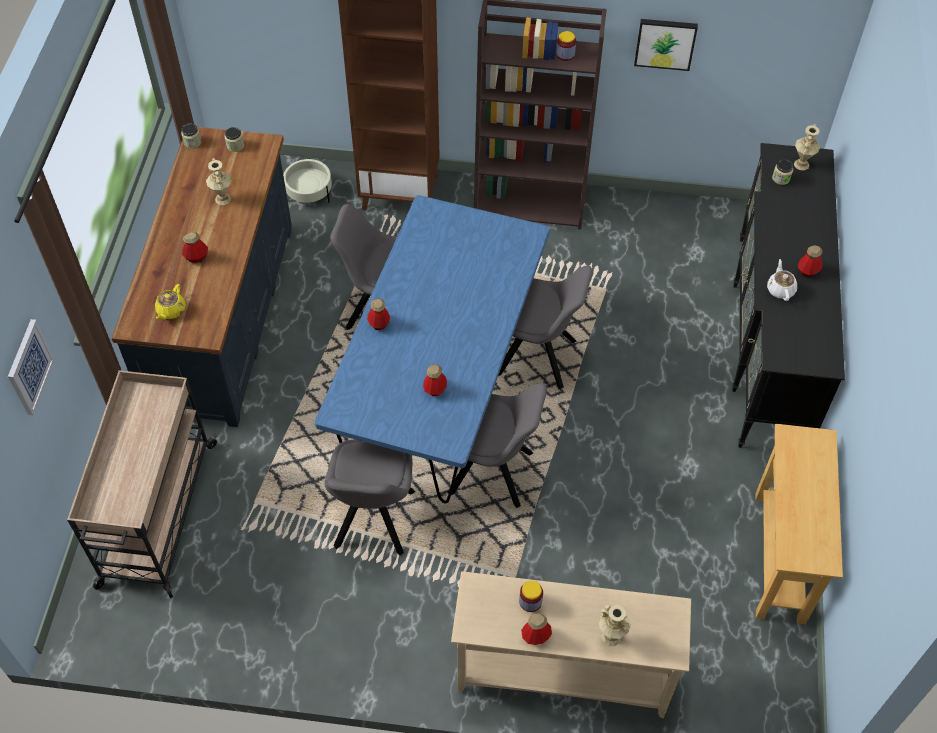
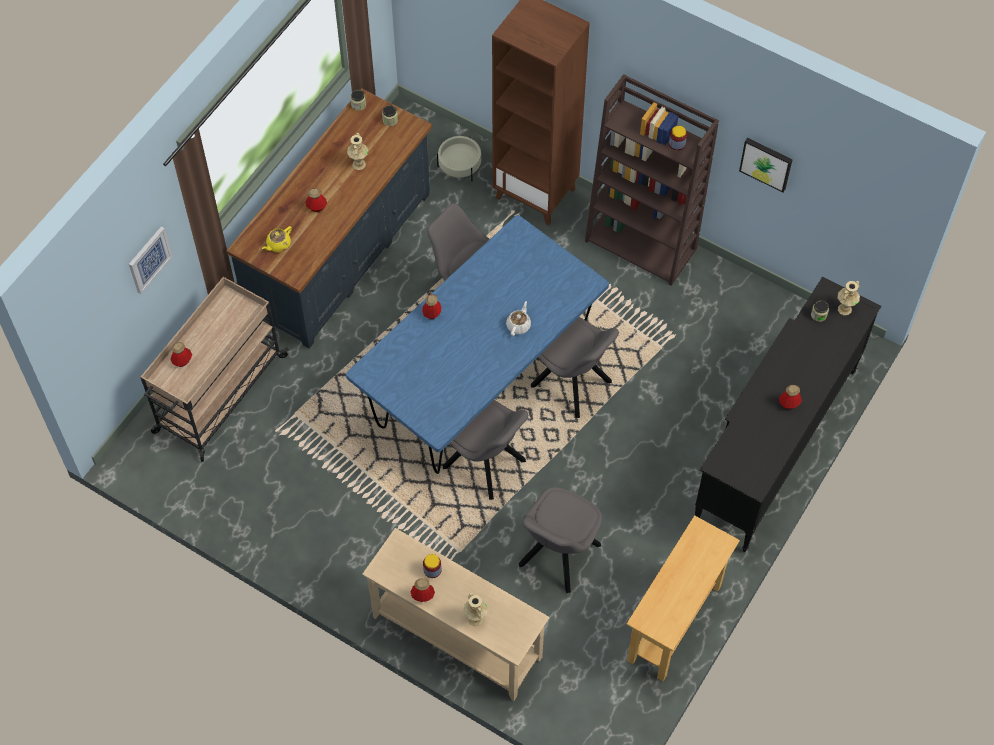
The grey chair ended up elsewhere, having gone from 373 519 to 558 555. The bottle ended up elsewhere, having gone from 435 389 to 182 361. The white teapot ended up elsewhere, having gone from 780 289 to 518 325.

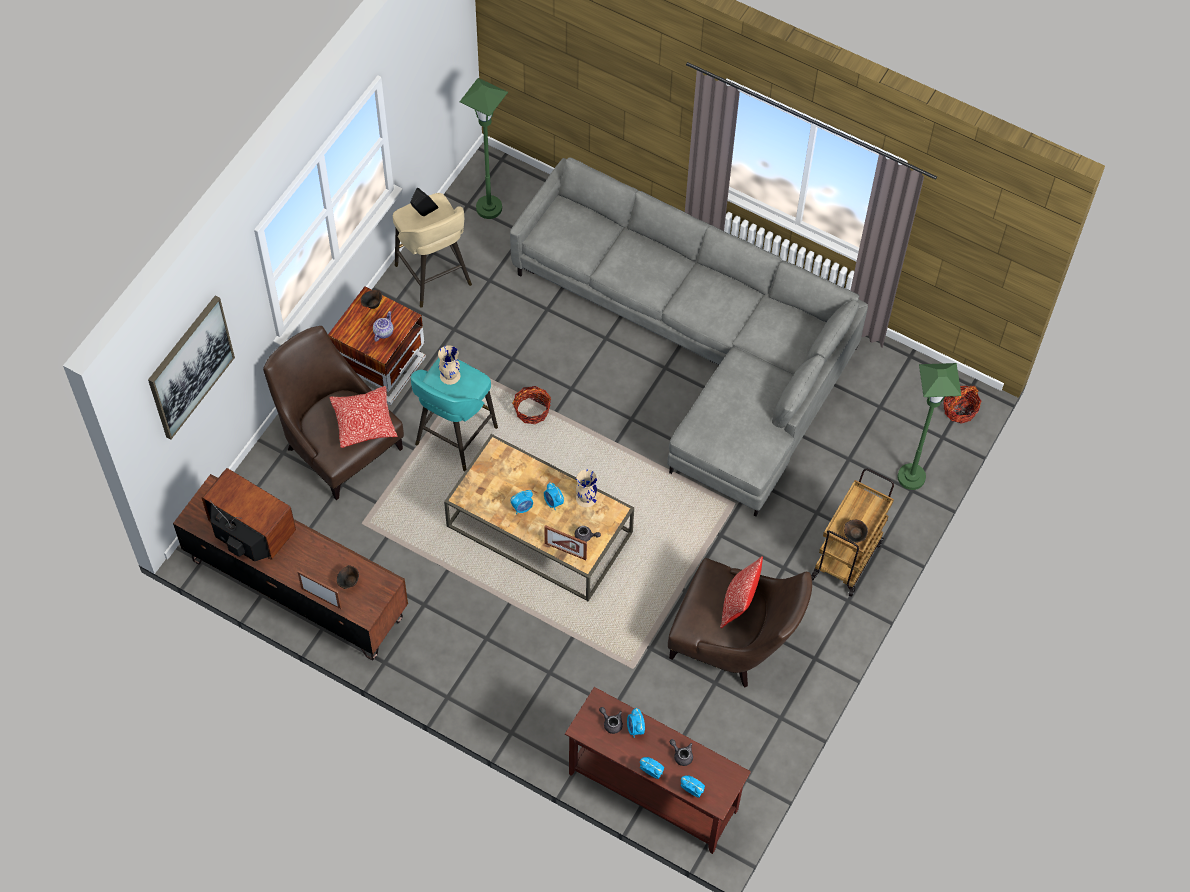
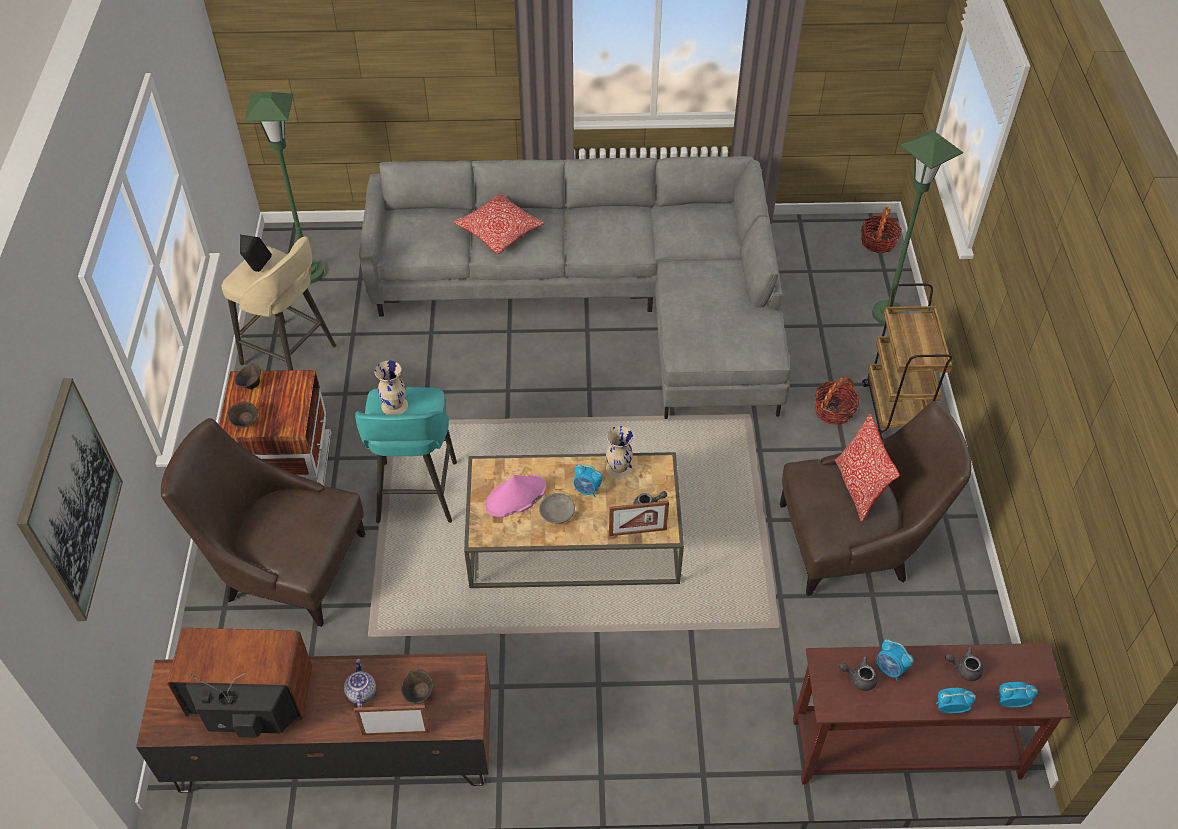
The second view gained the pink hat at 515 497. The pillow ended up elsewhere, having gone from 364 422 to 499 231. The teapot ended up elsewhere, having gone from 383 332 to 360 693. The basket ended up elsewhere, having gone from 532 410 to 834 410. The brown bowl ended up elsewhere, having gone from 855 535 to 245 422. Where the alarm clock stood at 522 507, the grey bowl came to stand at 557 512.

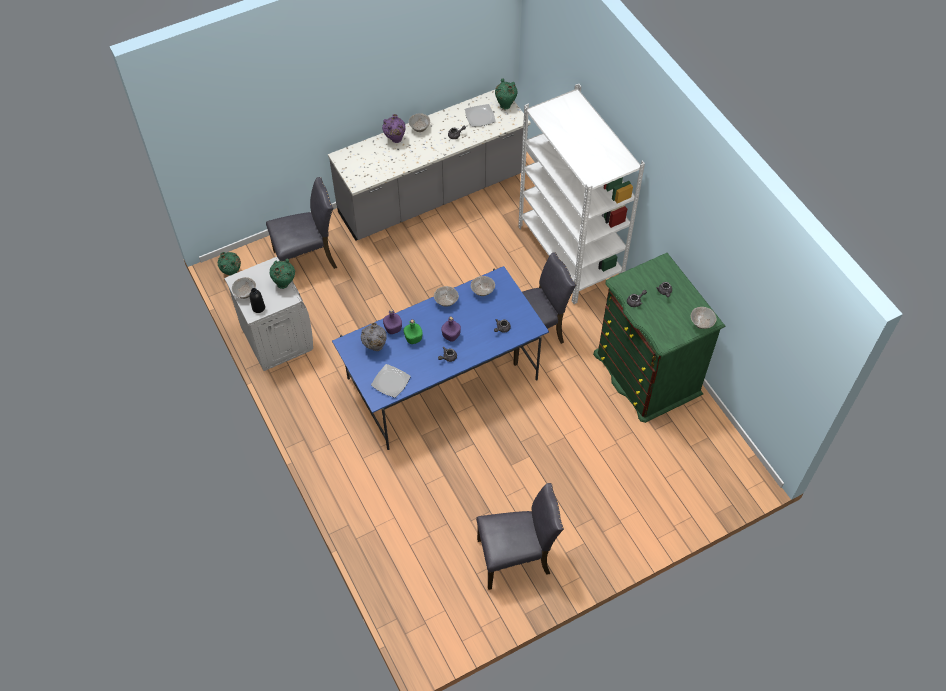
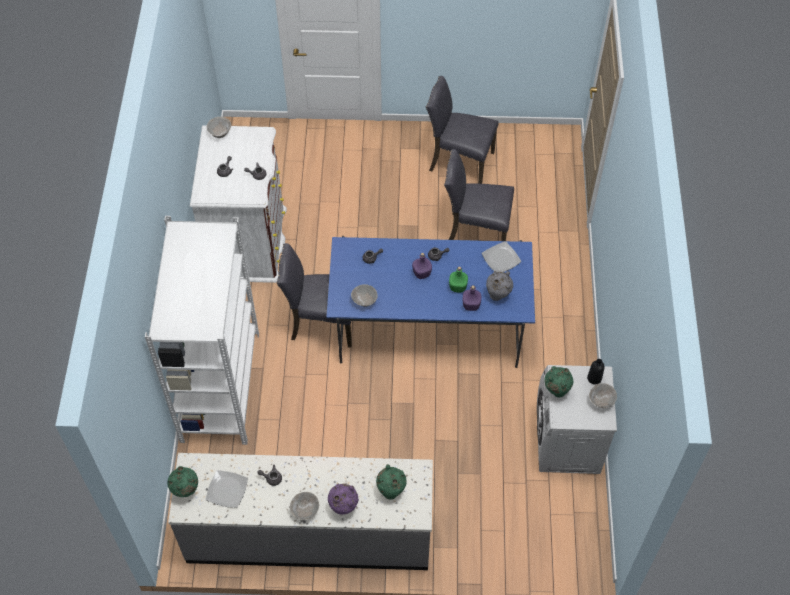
The second view lost the grey bowl at 446 301. The green vase ended up elsewhere, having gone from 232 273 to 391 491. The grey chair ended up elsewhere, having gone from 307 260 to 476 232. What was the green dresser at 647 373 turned into the white dresser at 247 241.

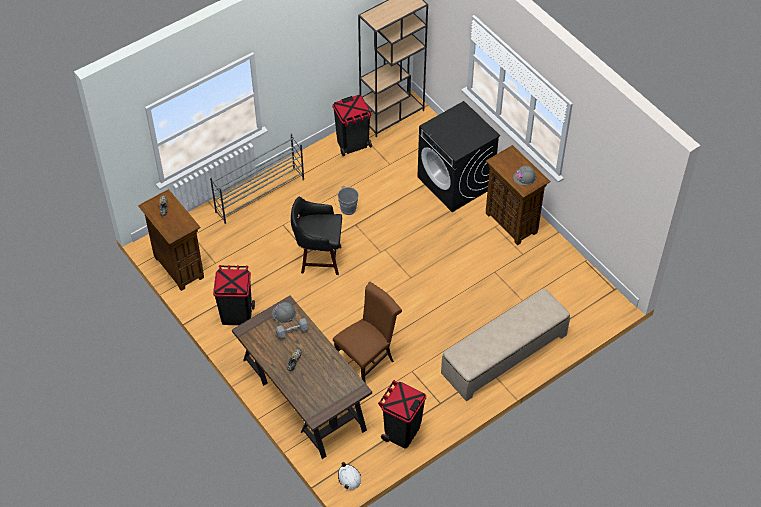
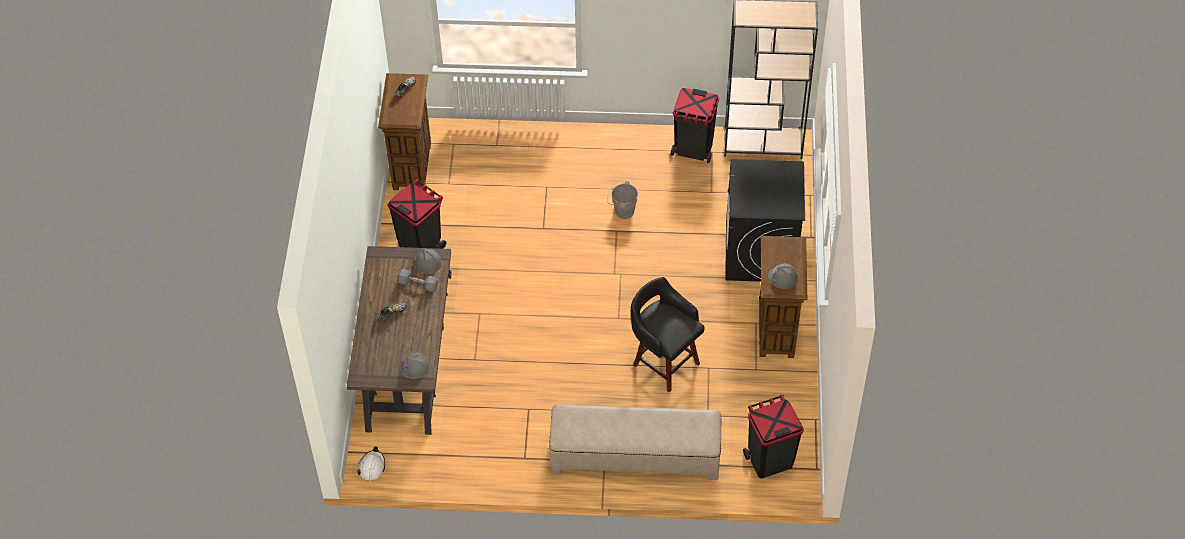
The second view lost the grey shoe rack at 260 196. The second view lost the brown chair at 367 358. The second view gained the grey hard hat at 415 367. The black stool ended up elsewhere, having gone from 319 259 to 664 362. The black trash can ended up elsewhere, having gone from 402 432 to 769 460.

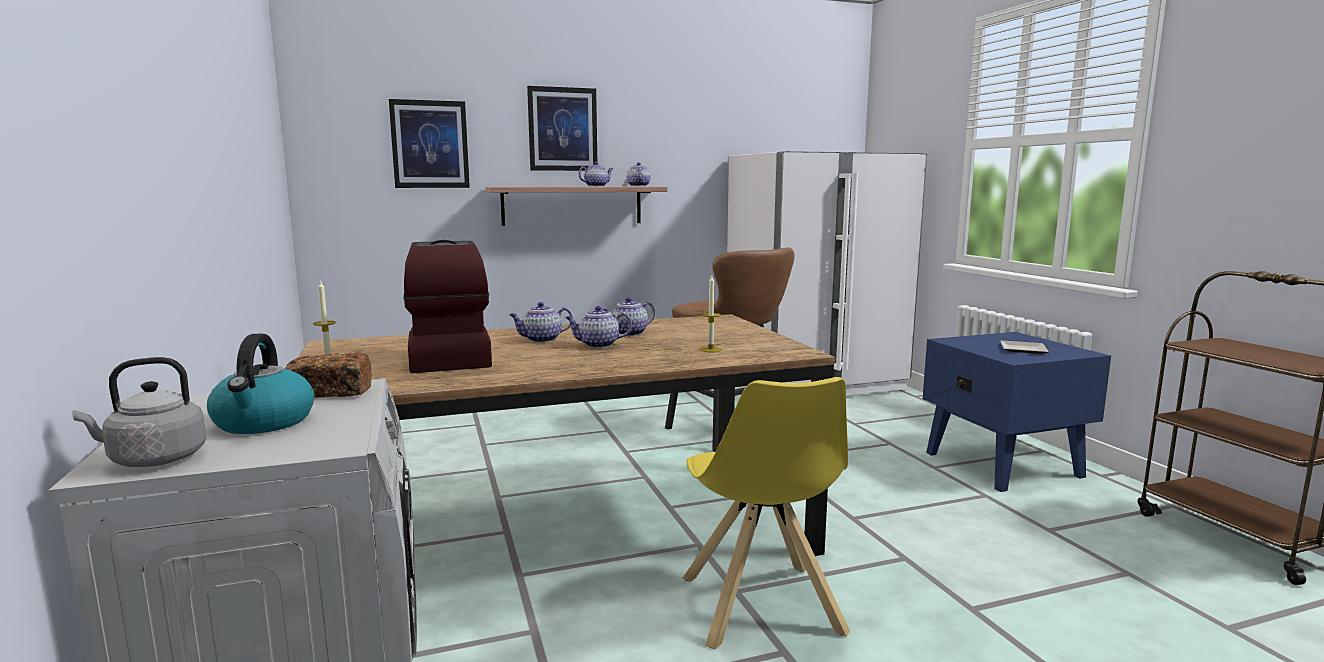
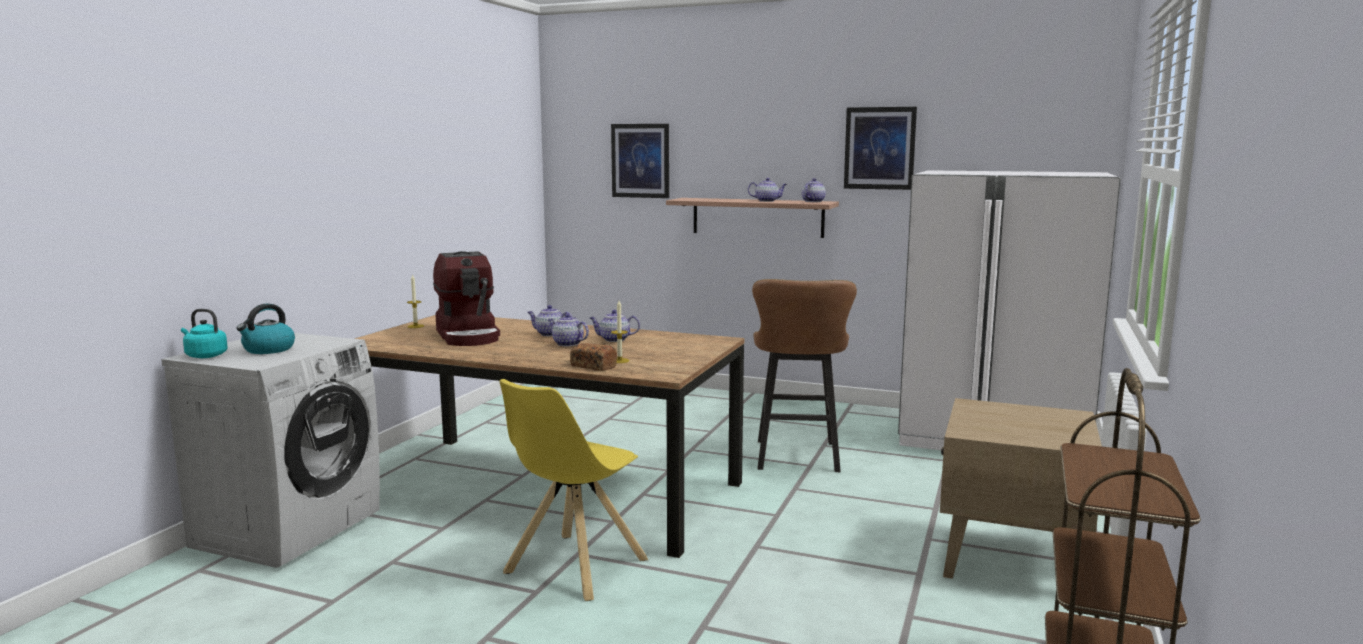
The second view lost the plate at 1021 349. The bread ended up elsewhere, having gone from 329 392 to 593 366. The picture ended up elsewhere, having gone from 562 129 to 879 148. What was the grey kettle at 153 460 turned into the turquoise kettle at 204 356. What was the blue nightstand at 1003 465 turned into the beige nightstand at 1010 561. The coffee machine at 448 357 ended up facing another way, 135 degrees clockwise from before.

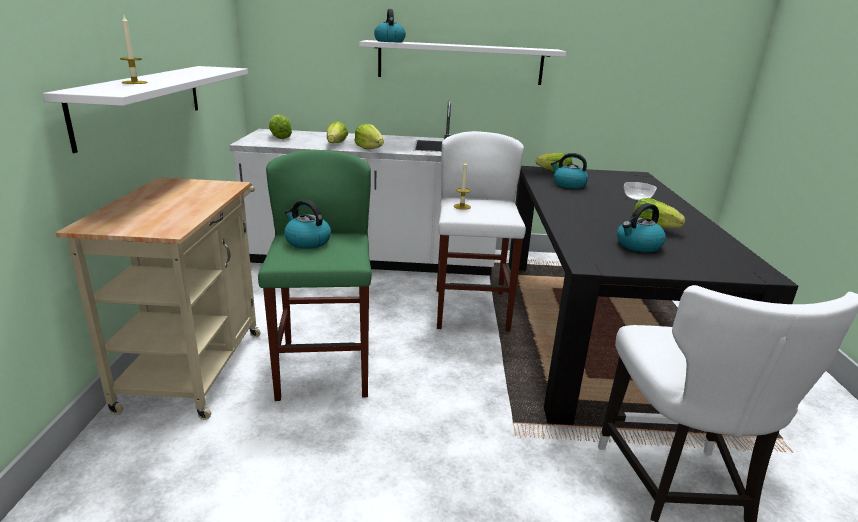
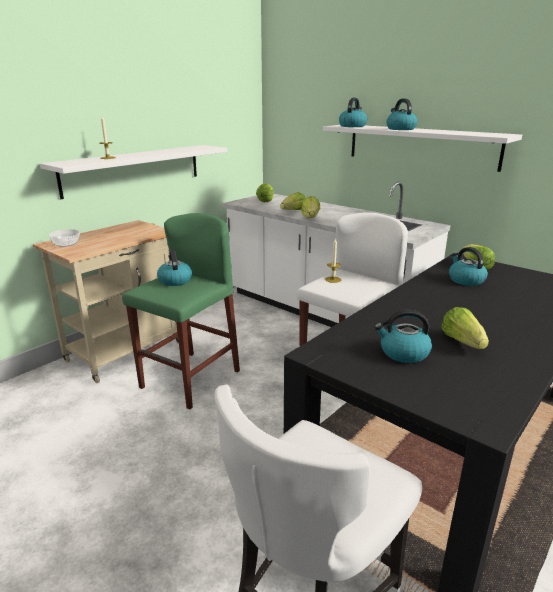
The second view gained the kettle at 400 129. The bowl ended up elsewhere, having gone from 638 198 to 66 244.

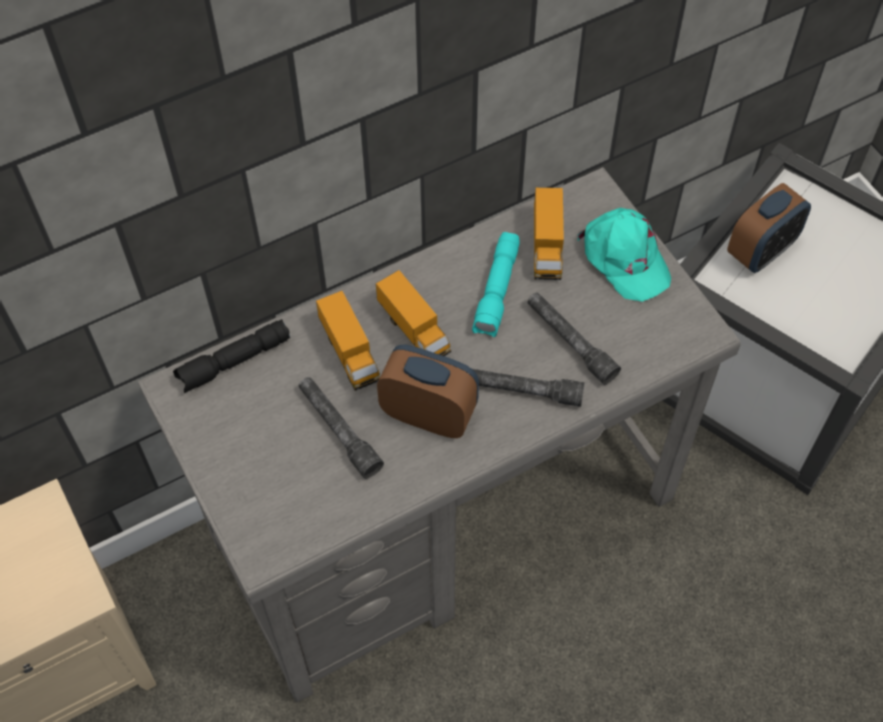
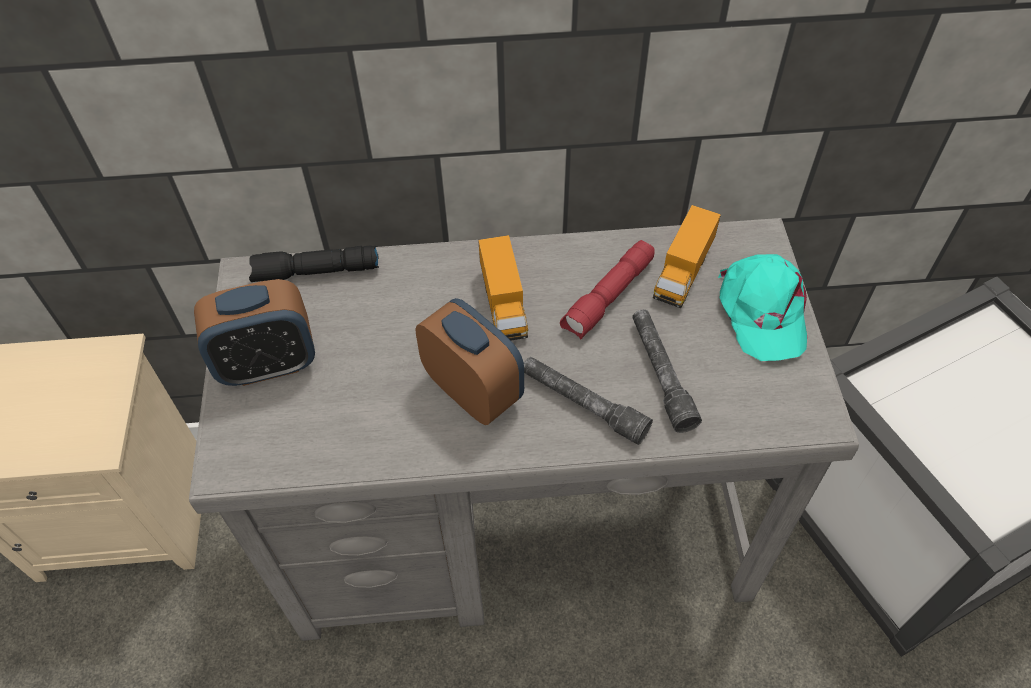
The second view lost the grey flashlight at 339 430. The second view lost the toy truck at 349 352. The alarm clock ended up elsewhere, having gone from 761 251 to 268 364. What was the turquoise flashlight at 497 292 turned into the red flashlight at 609 298.

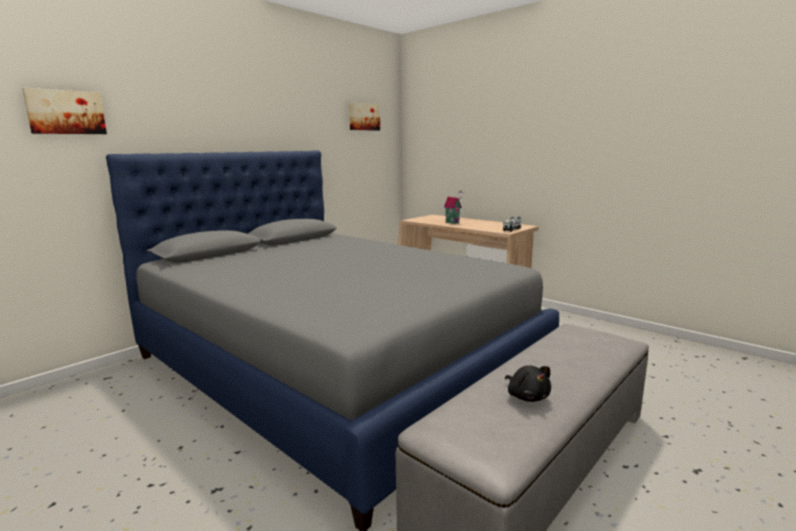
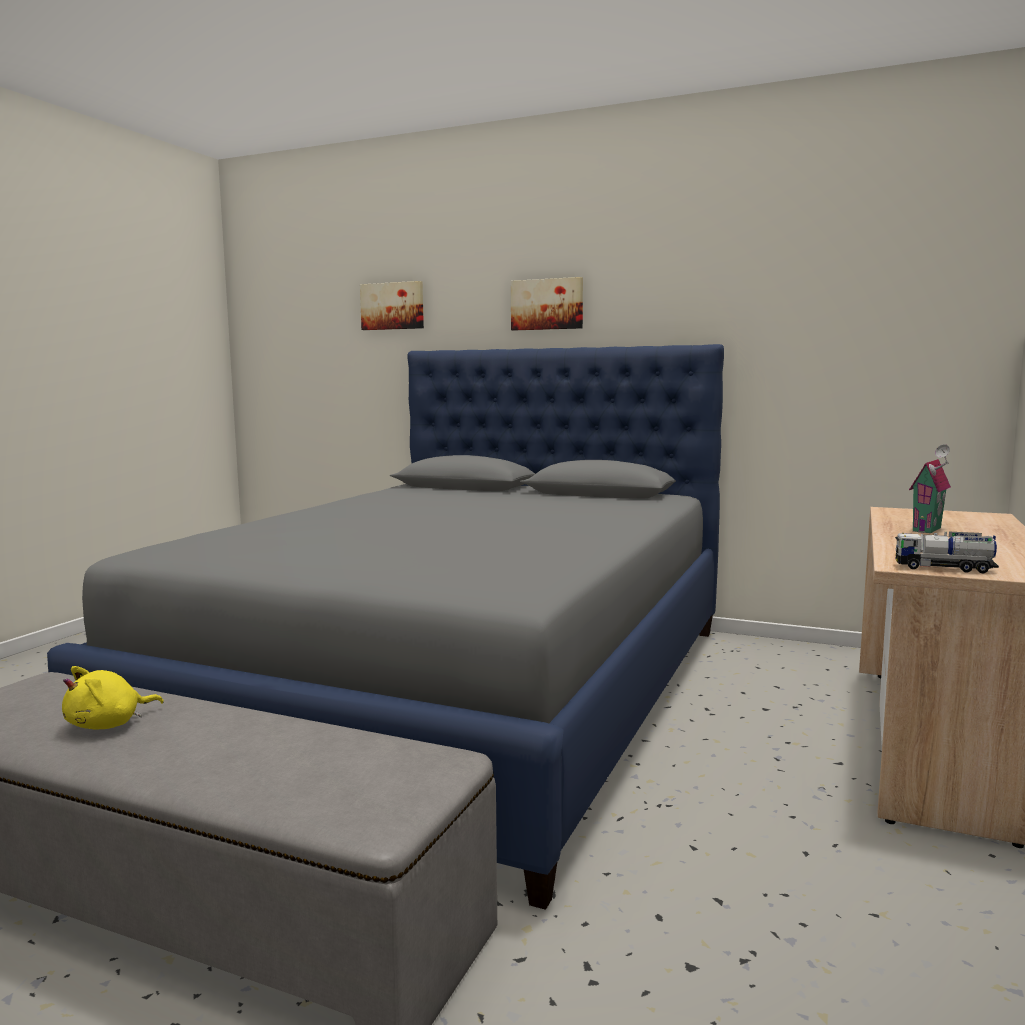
The picture ended up elsewhere, having gone from 363 117 to 547 304. What was the black plush toy at 527 396 turned into the yellow plush toy at 108 724.

